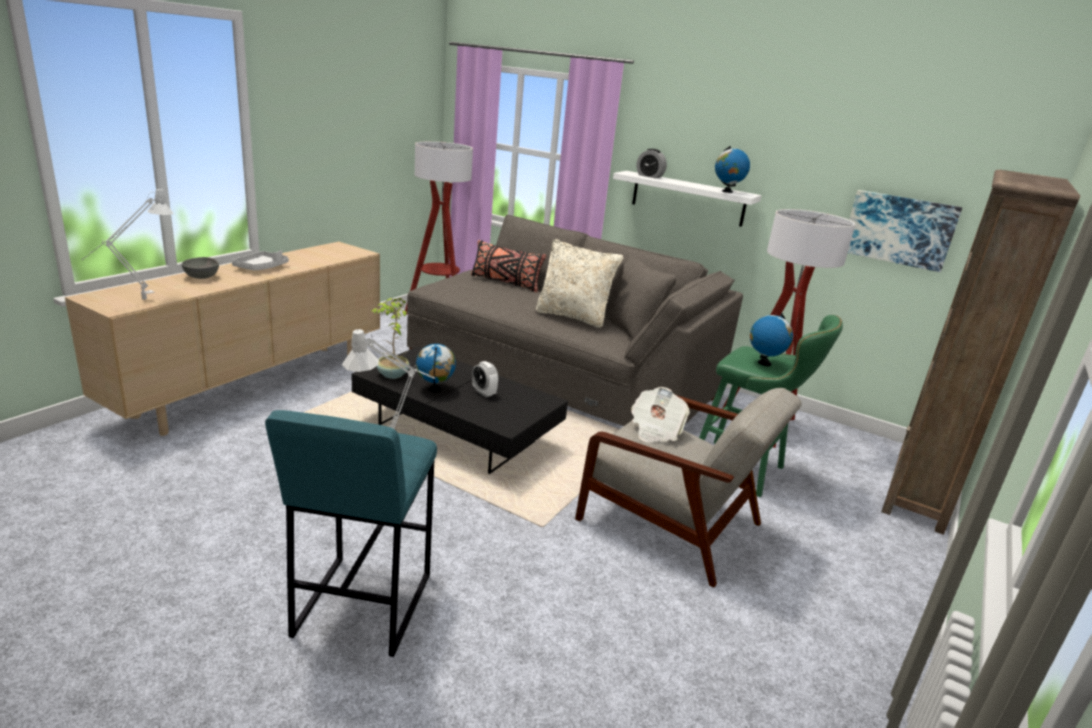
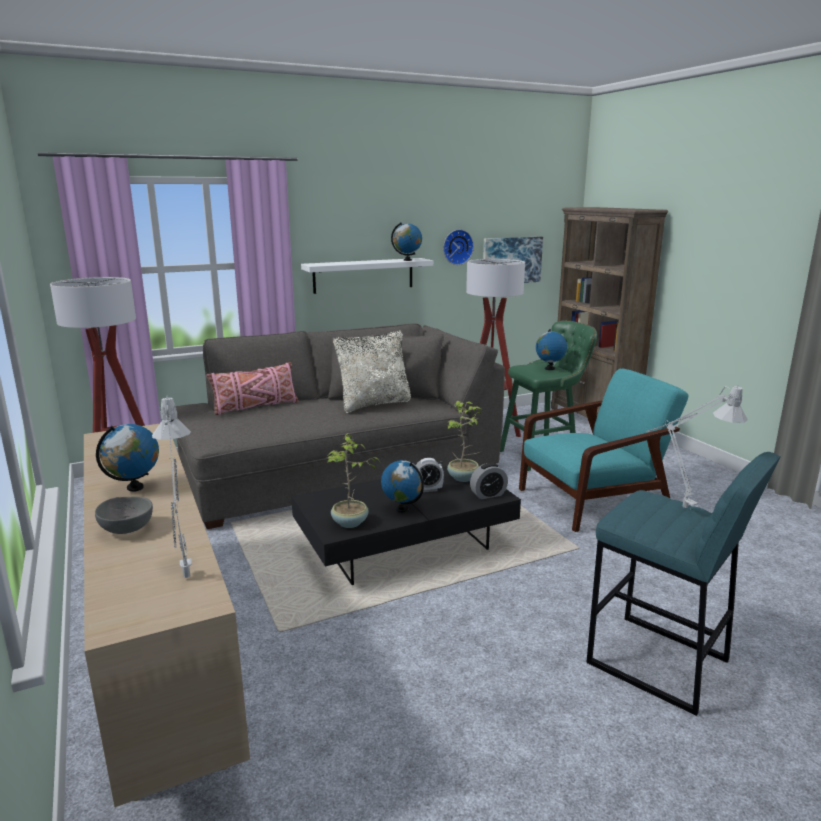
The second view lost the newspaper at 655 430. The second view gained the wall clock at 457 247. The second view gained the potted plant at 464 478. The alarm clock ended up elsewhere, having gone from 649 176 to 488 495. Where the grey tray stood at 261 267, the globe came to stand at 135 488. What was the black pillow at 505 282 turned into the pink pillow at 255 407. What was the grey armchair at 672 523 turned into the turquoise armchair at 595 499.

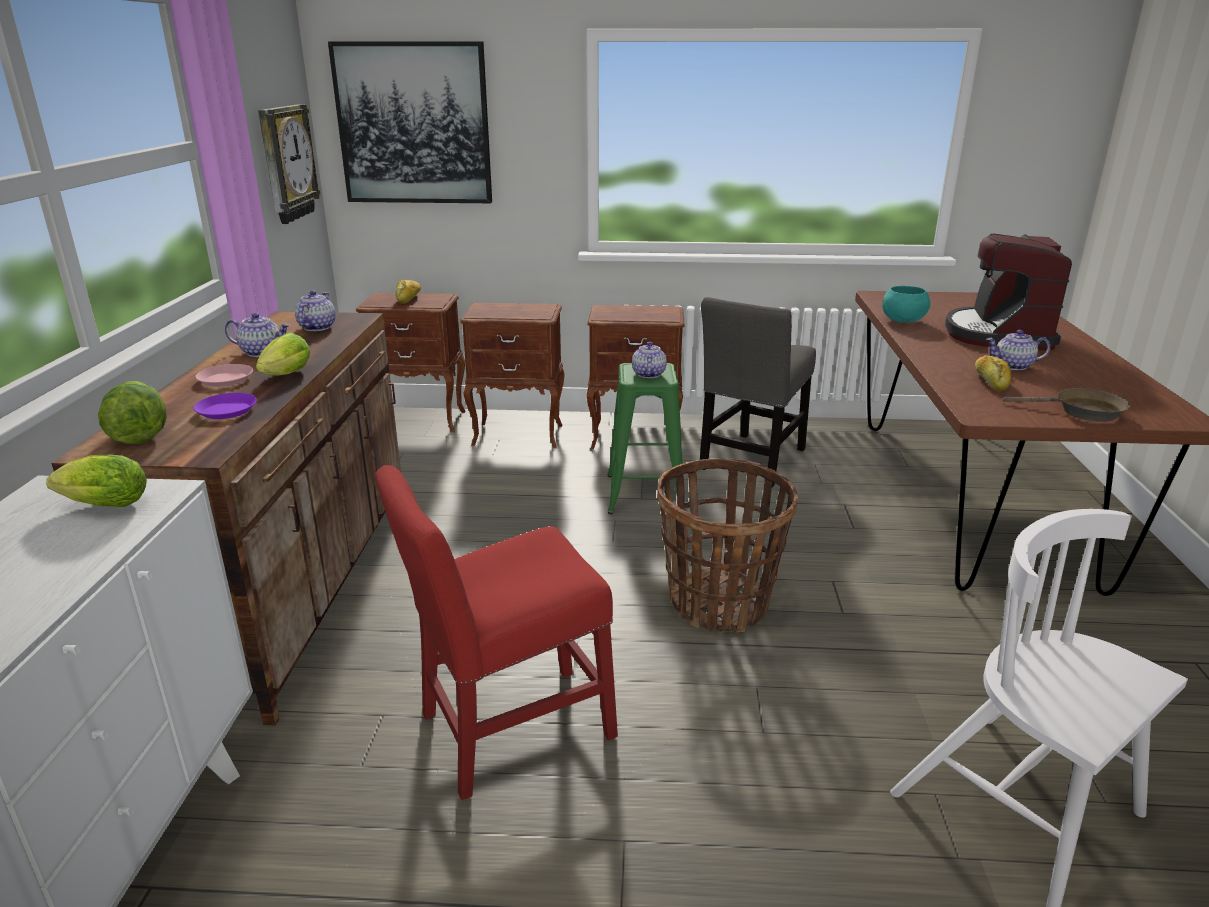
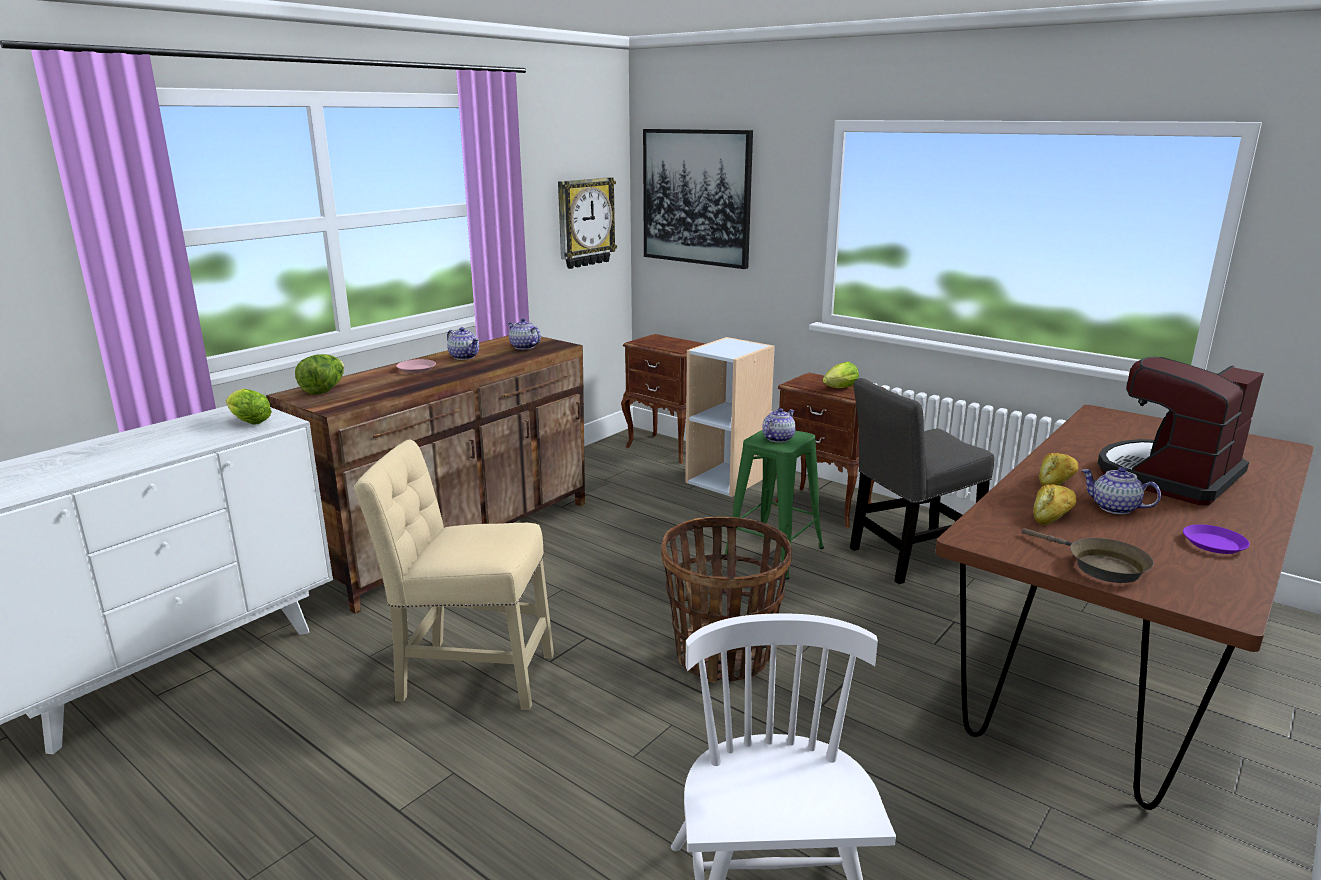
The second view lost the turquoise bowl at 903 321. The purple plate ended up elsewhere, having gone from 226 410 to 1213 543. The lettuce ended up elsewhere, having gone from 284 376 to 838 389. The bread ended up elsewhere, having gone from 409 298 to 1056 480. Where the brown nightstand stood at 518 435, the bookcase came to stand at 728 479. What was the red chair at 507 730 turned into the beige chair at 469 674. The teapot at 317 327 ended up facing another way, 90 degrees counterclockwise from before.

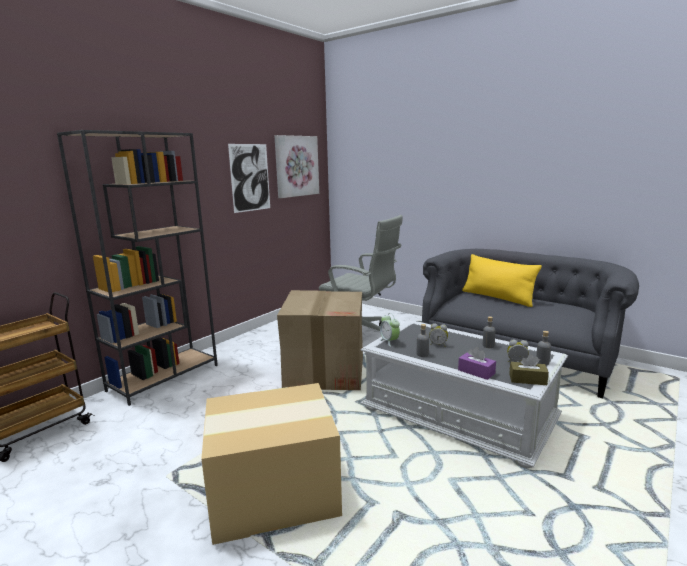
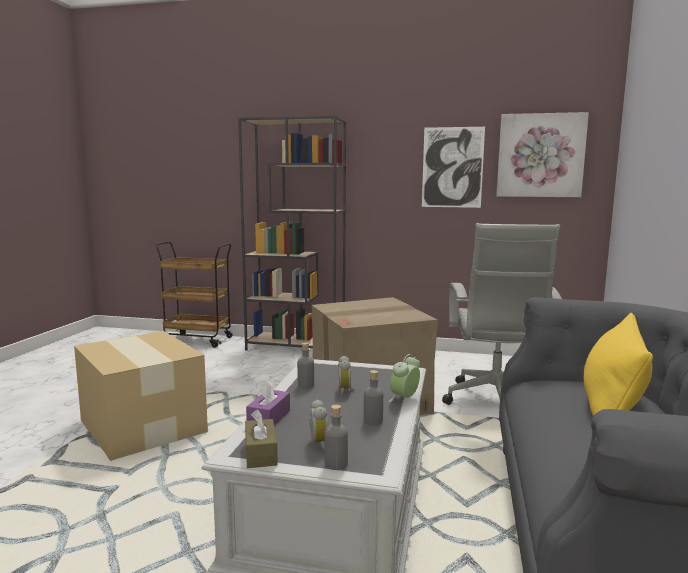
The alarm clock ended up elsewhere, having gone from 389 341 to 404 398.

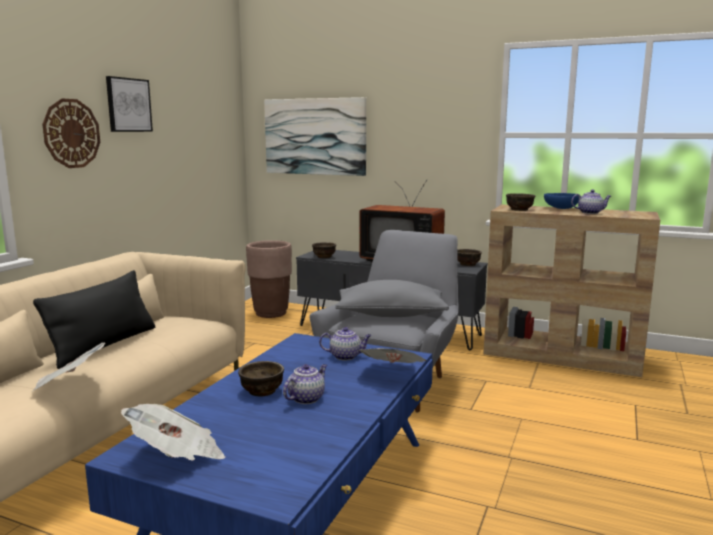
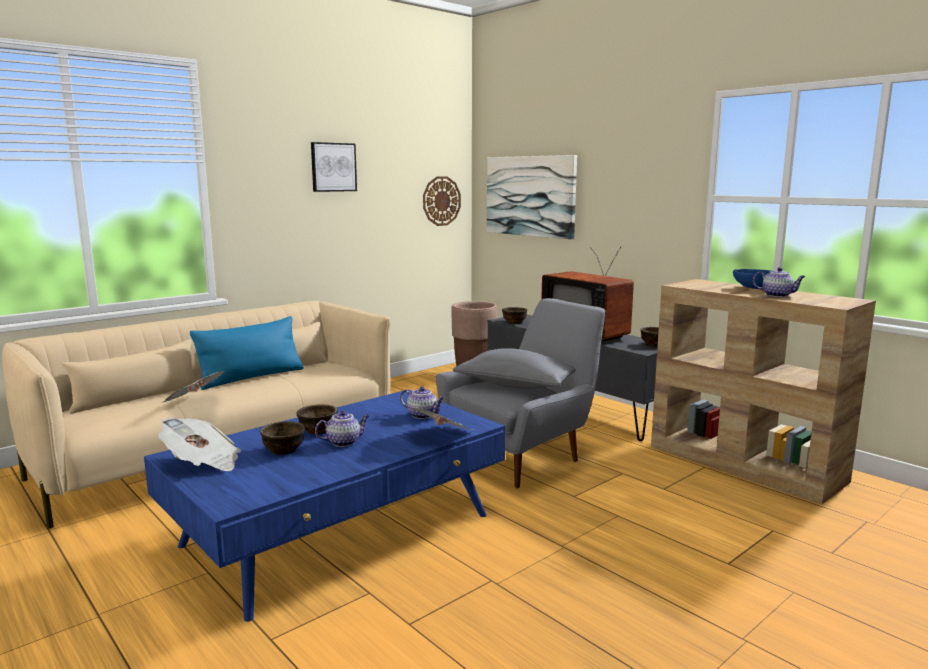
The wall clock ended up elsewhere, having gone from 71 133 to 441 201. The brown bowl ended up elsewhere, having gone from 519 209 to 283 450. What was the black pillow at 104 345 turned into the blue pillow at 251 377.

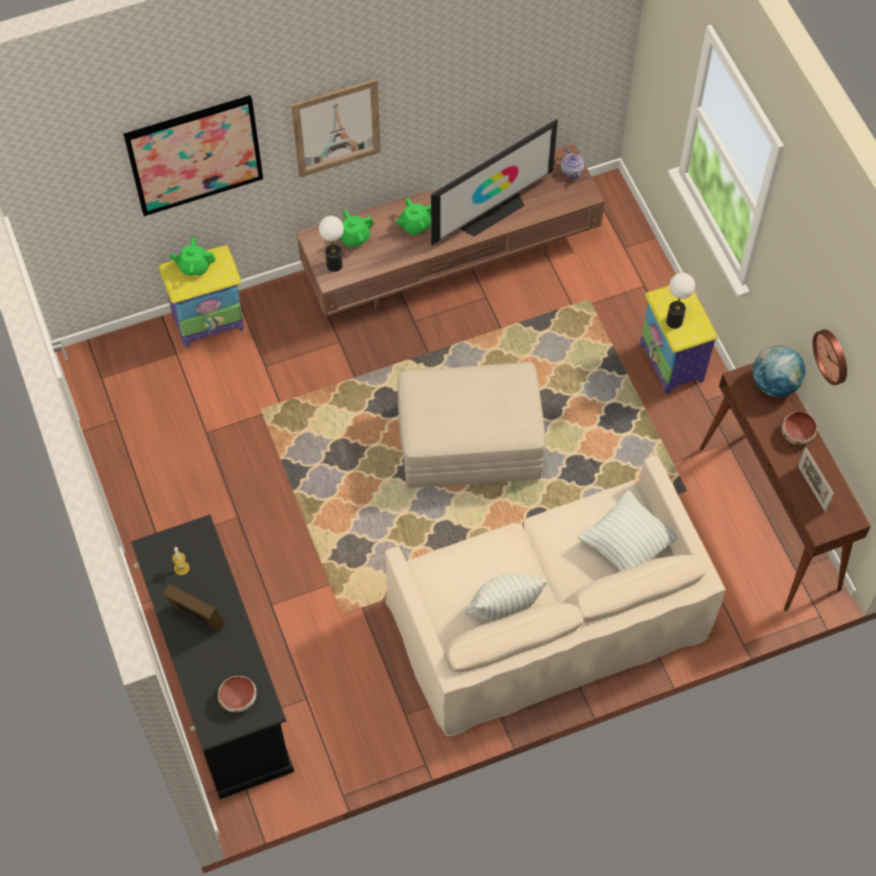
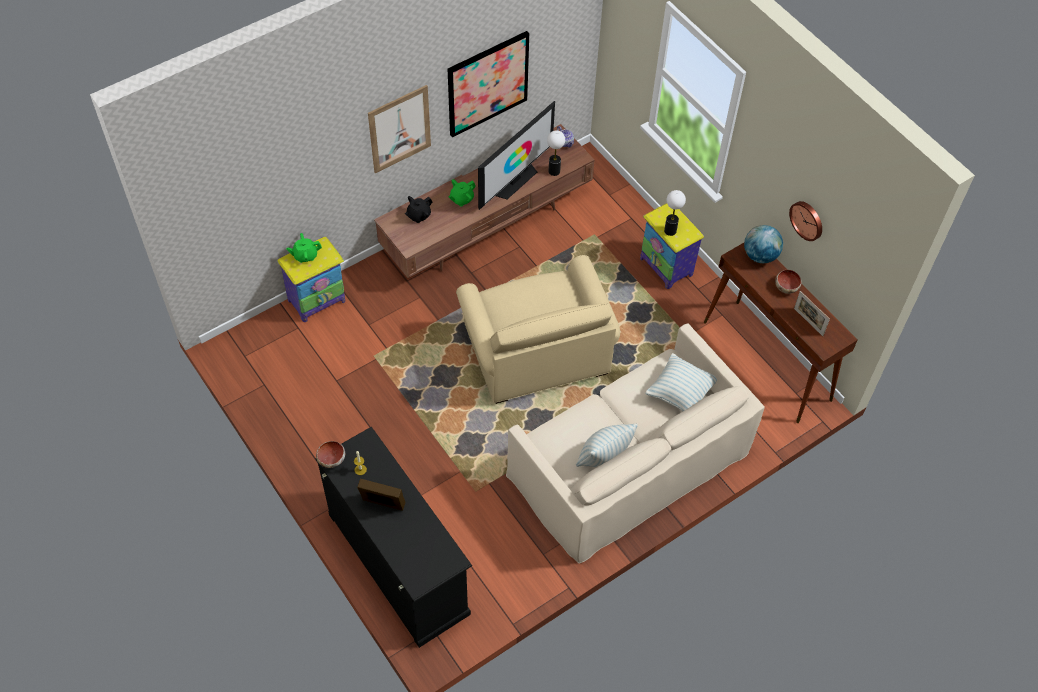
The picture ended up elsewhere, having gone from 194 155 to 487 83. The bowl ended up elsewhere, having gone from 238 698 to 331 458. The table lamp ended up elsewhere, having gone from 334 264 to 554 171. Where the beige ottoman stood at 469 443, the beige armchair came to stand at 536 350. What was the green teapot at 354 237 turned into the black teapot at 418 215.

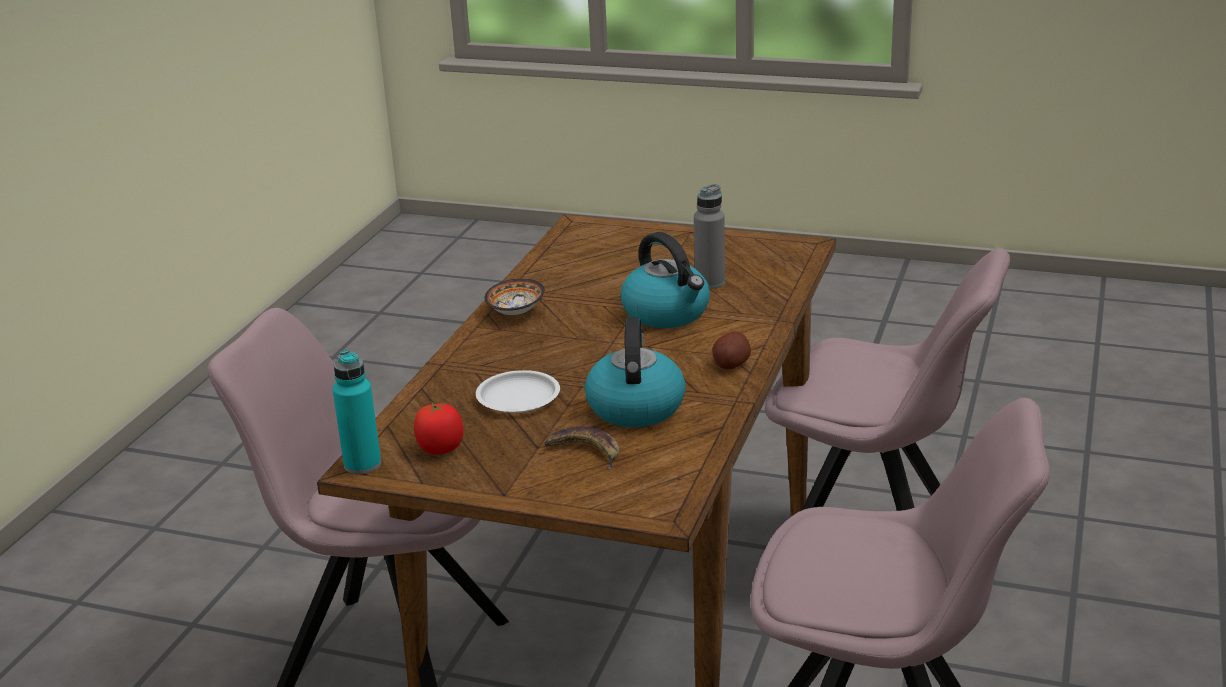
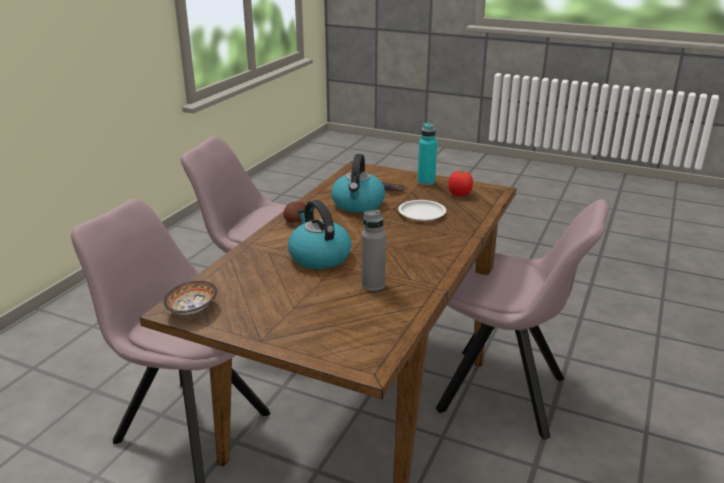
The turquoise bottle ended up elsewhere, having gone from 362 464 to 426 182. The bowl ended up elsewhere, having gone from 517 311 to 190 310. The grey bottle ended up elsewhere, having gone from 710 282 to 373 284.

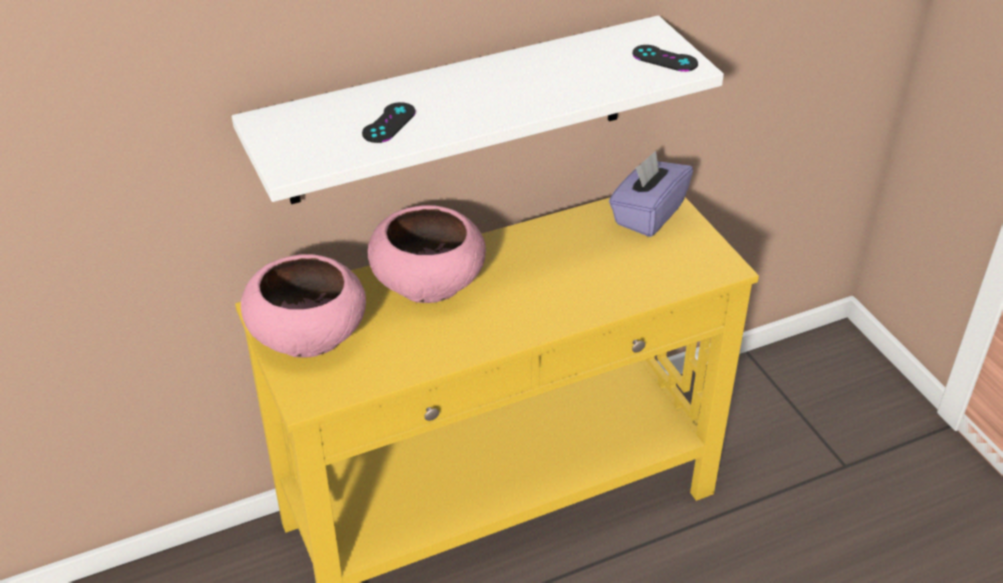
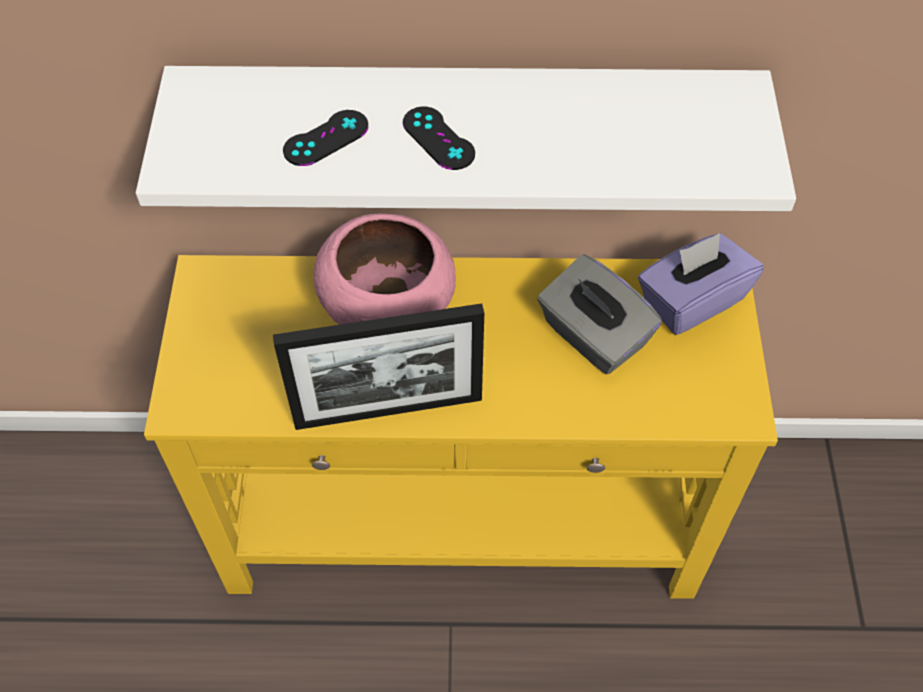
The second view lost the pink bowl at 307 334. The second view gained the picture frame at 388 410. The second view gained the grey tissue box at 593 336. The black game controller ended up elsewhere, having gone from 664 59 to 438 138.

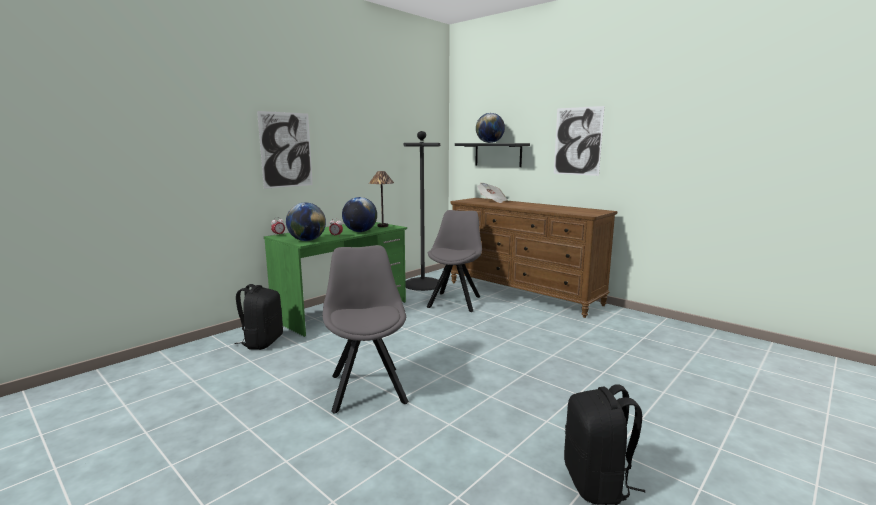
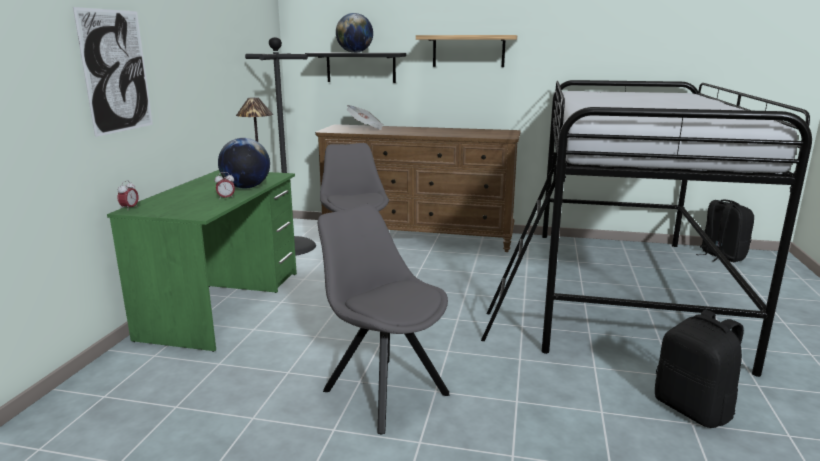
The second view lost the globe at 307 240. The second view gained the black bed at 620 289. The black backpack ended up elsewhere, having gone from 262 342 to 720 256. Where the picture hung at 577 141, the shelf came to hang at 468 51.

